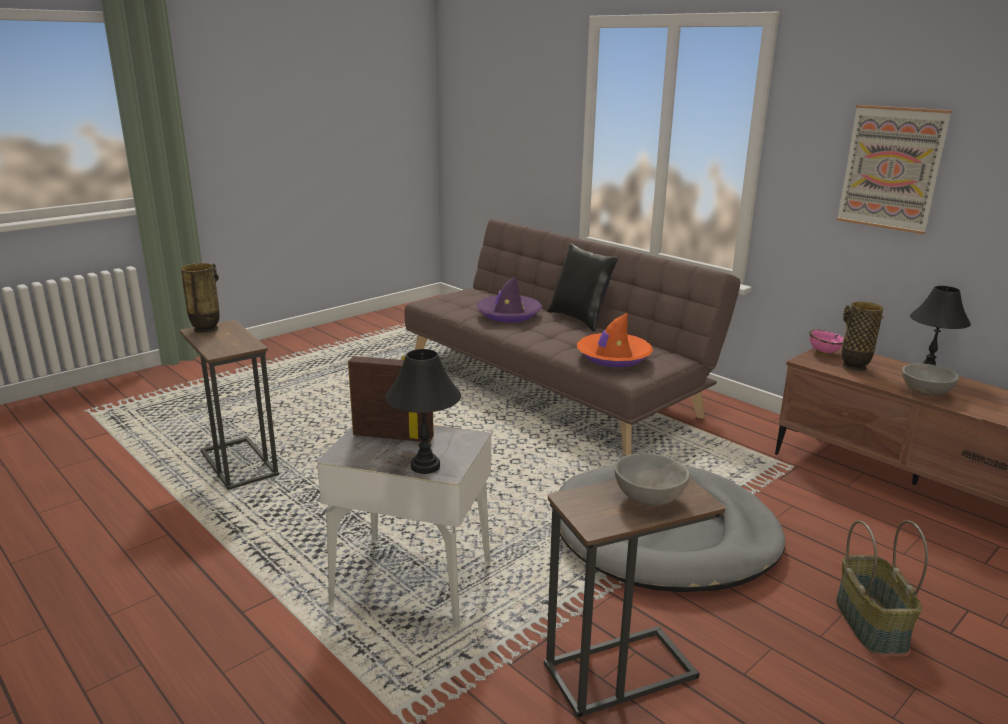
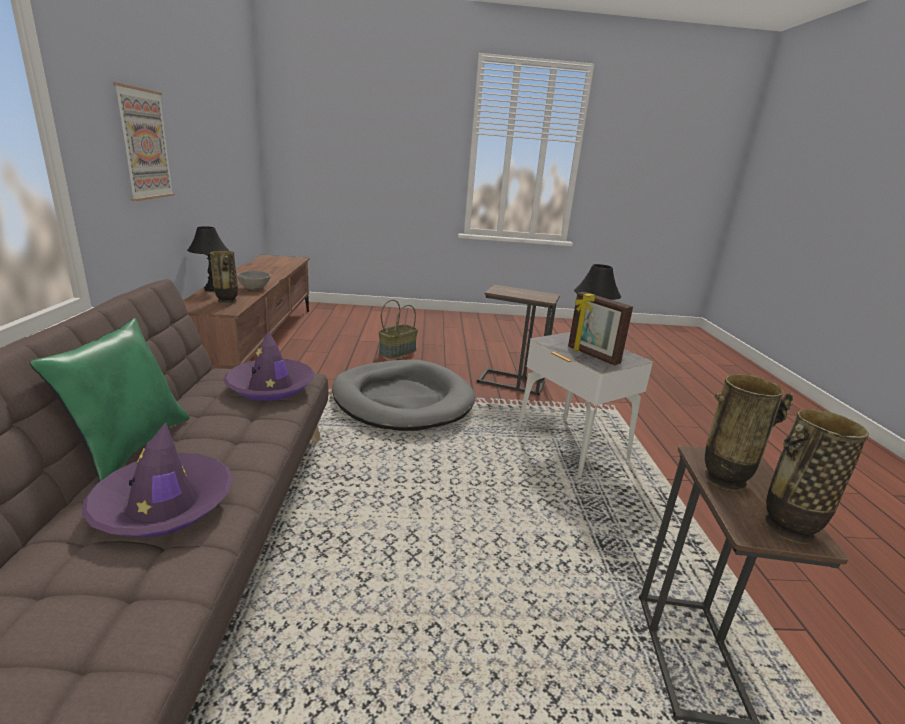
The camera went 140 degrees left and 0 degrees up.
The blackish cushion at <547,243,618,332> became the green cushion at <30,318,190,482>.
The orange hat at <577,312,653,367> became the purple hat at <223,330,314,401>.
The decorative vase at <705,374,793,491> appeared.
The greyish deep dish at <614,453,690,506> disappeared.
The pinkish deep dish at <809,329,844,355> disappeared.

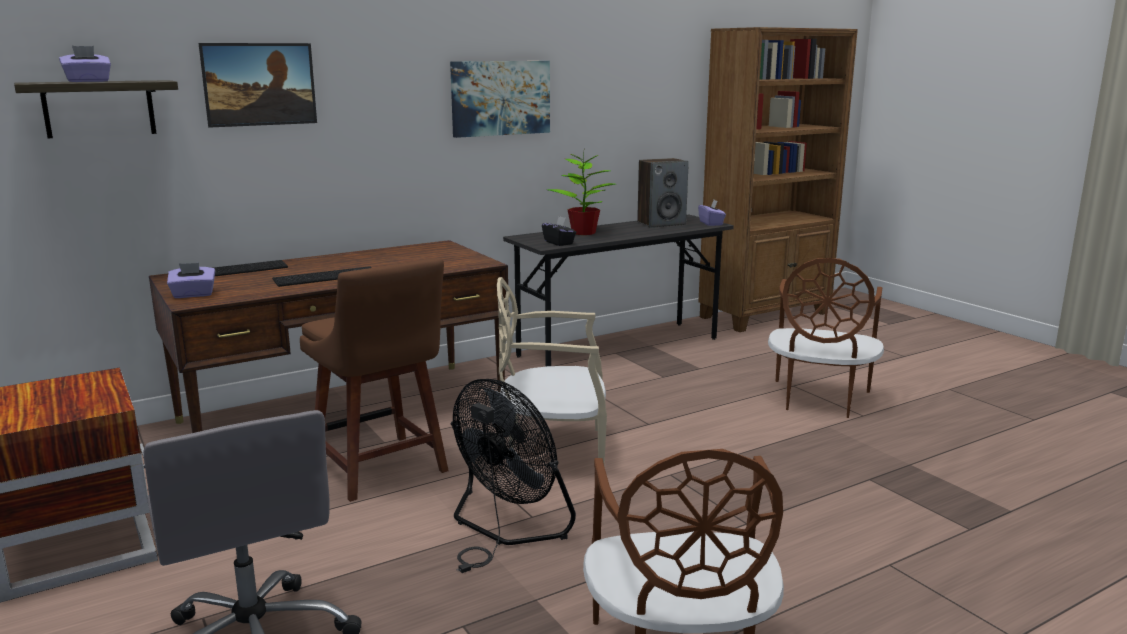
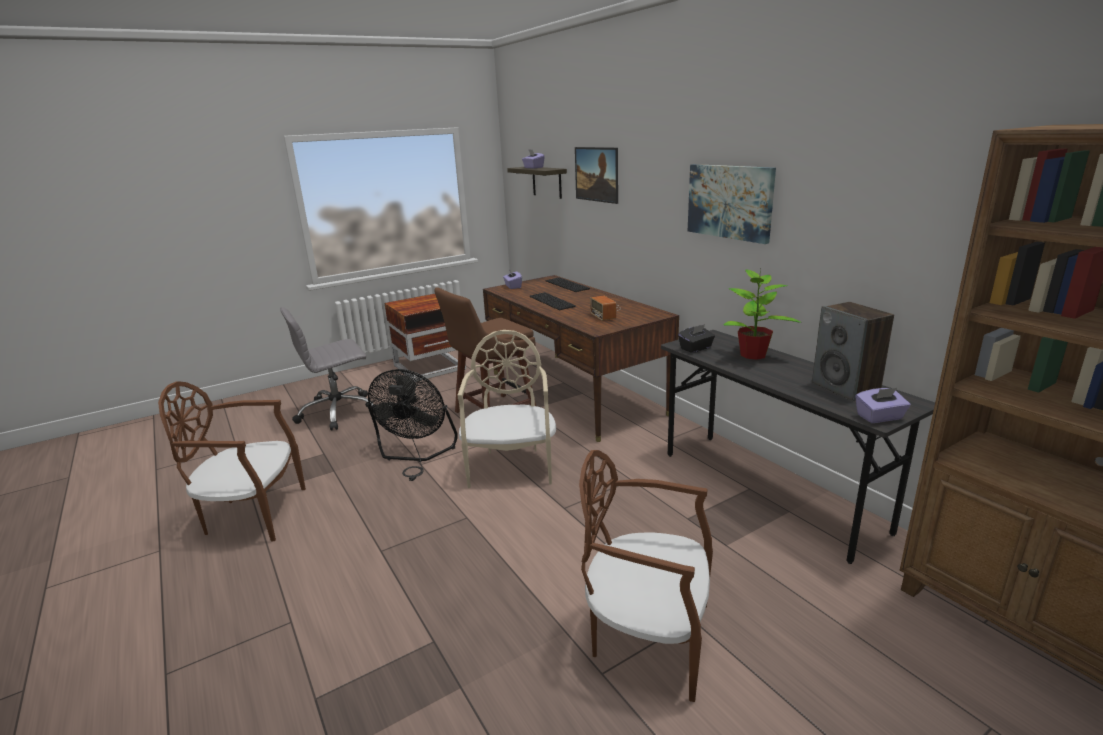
The camera went 90 degrees right and 5 degrees up.
The blackish fan at <451,379,576,573> turned 120 degrees counterclockwise.
The radio set at <590,295,621,321> appeared.

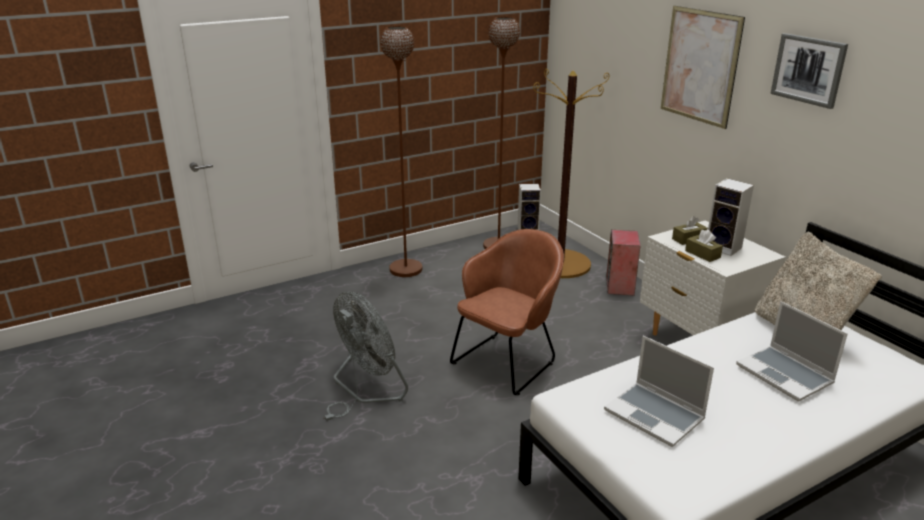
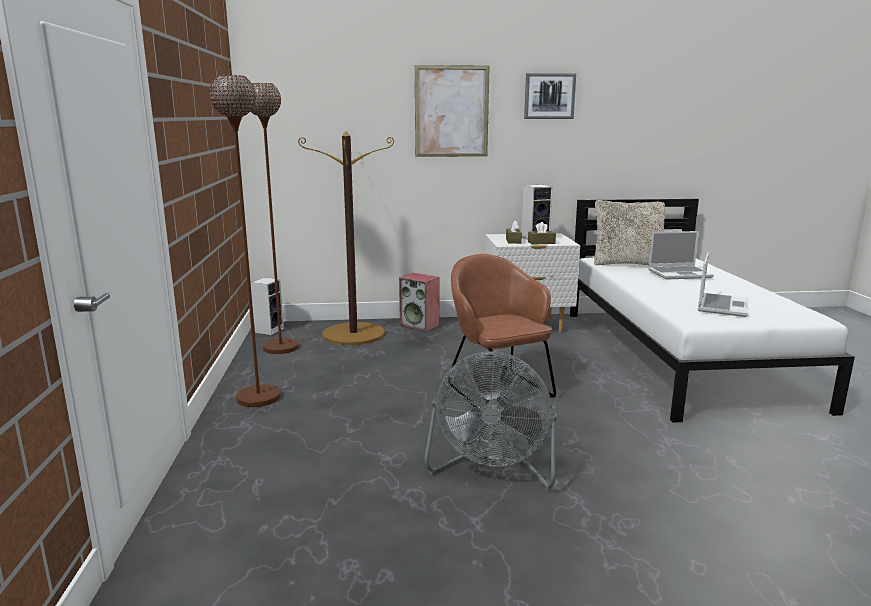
The camera went 65 degrees left and 10 degrees down.
The greyish fan at <323,292,408,421> turned 150 degrees counterclockwise.
The portable computer at <604,336,714,447> turned 45 degrees counterclockwise.

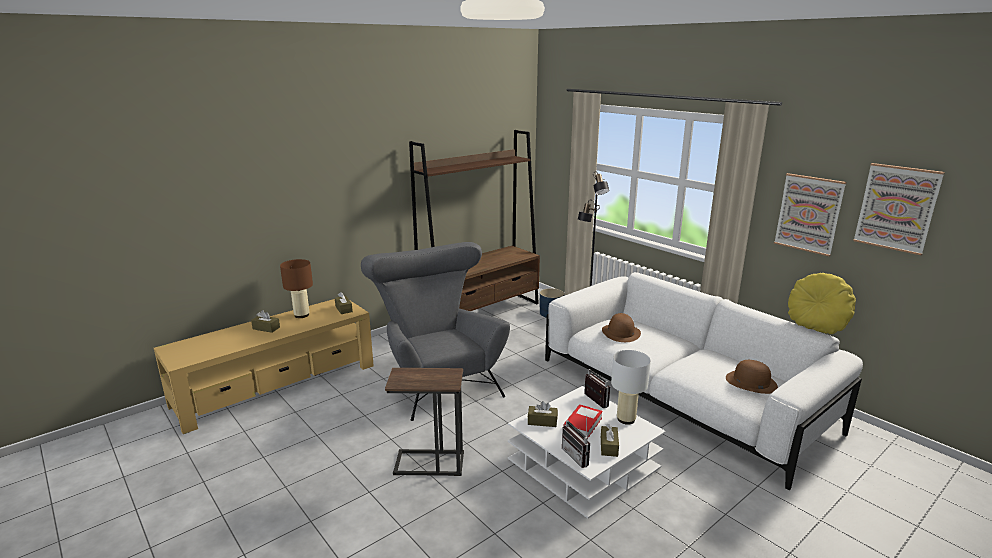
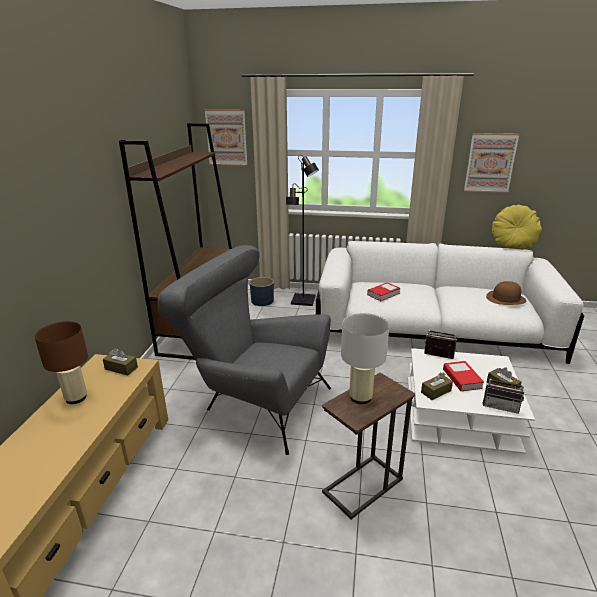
The camera went 40 degrees left and 5 degrees up.
The wall art moved from <853,163,945,255> to <204,109,248,166>.
The whitish tabletop lamp moved from <611,350,651,425> to <341,313,389,404>.
The brown-coloured hat at <602,313,641,342> was replaced by the volume at <367,282,400,301>.
The brown-coloured tissue box at <251,310,280,333> disappeared.

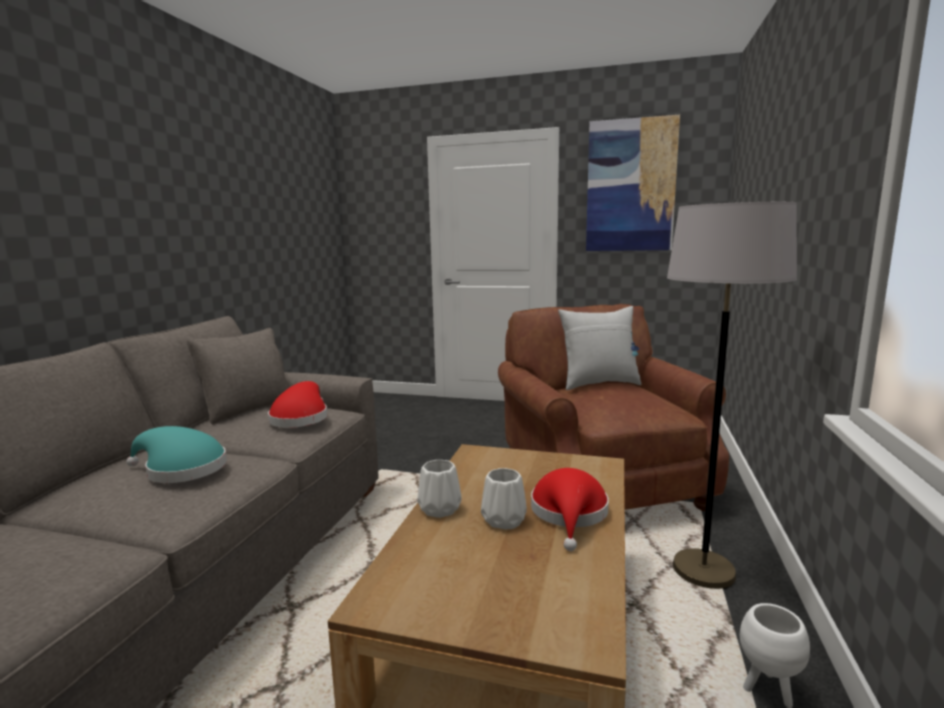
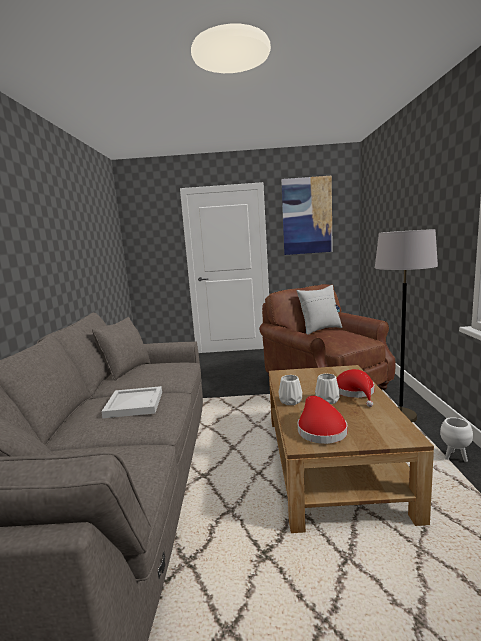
The camera went 15 degrees left and 0 degrees up.
The blue-green hat at <126,426,227,483> was replaced by the whitish carrying tray at <101,386,162,418>.
The red-coloured hat moved from <268,381,327,428> to <298,396,348,444>.

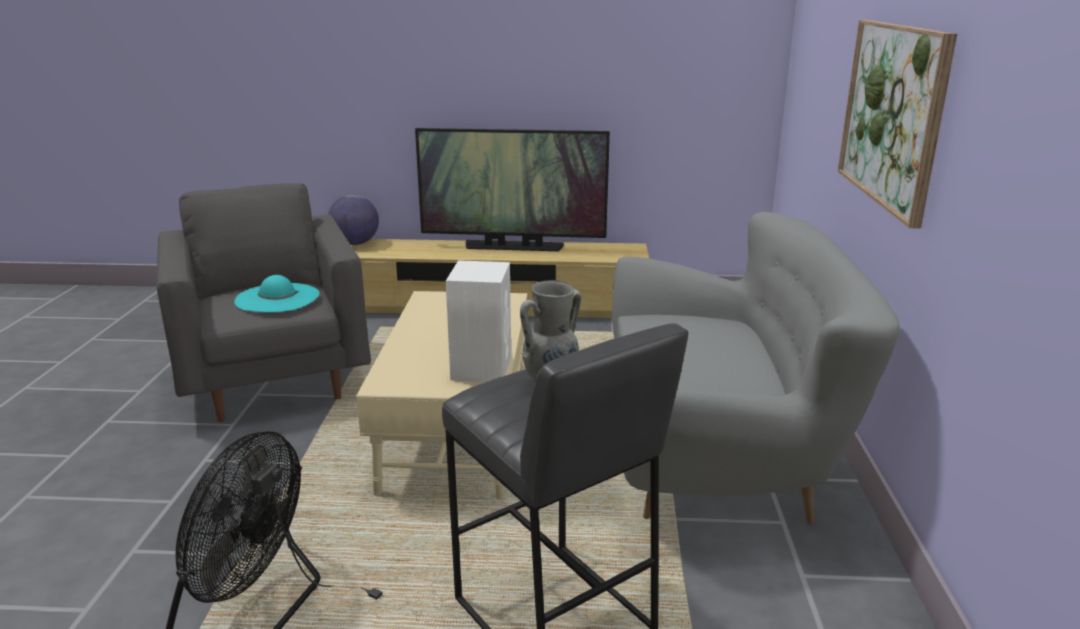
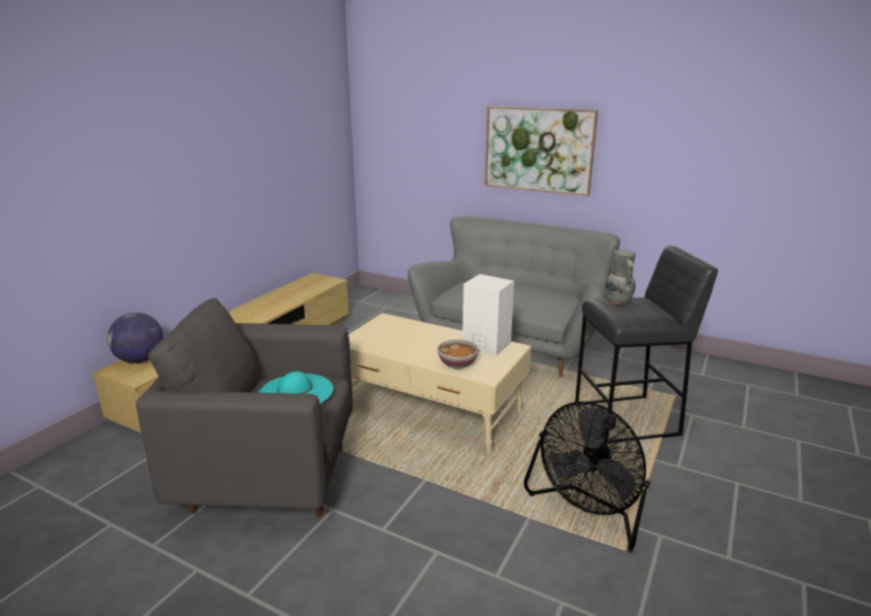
The camera went 65 degrees left and 0 degrees up.
The deep dish at <437,339,478,369> appeared.
The TV at <415,128,610,251> disappeared.

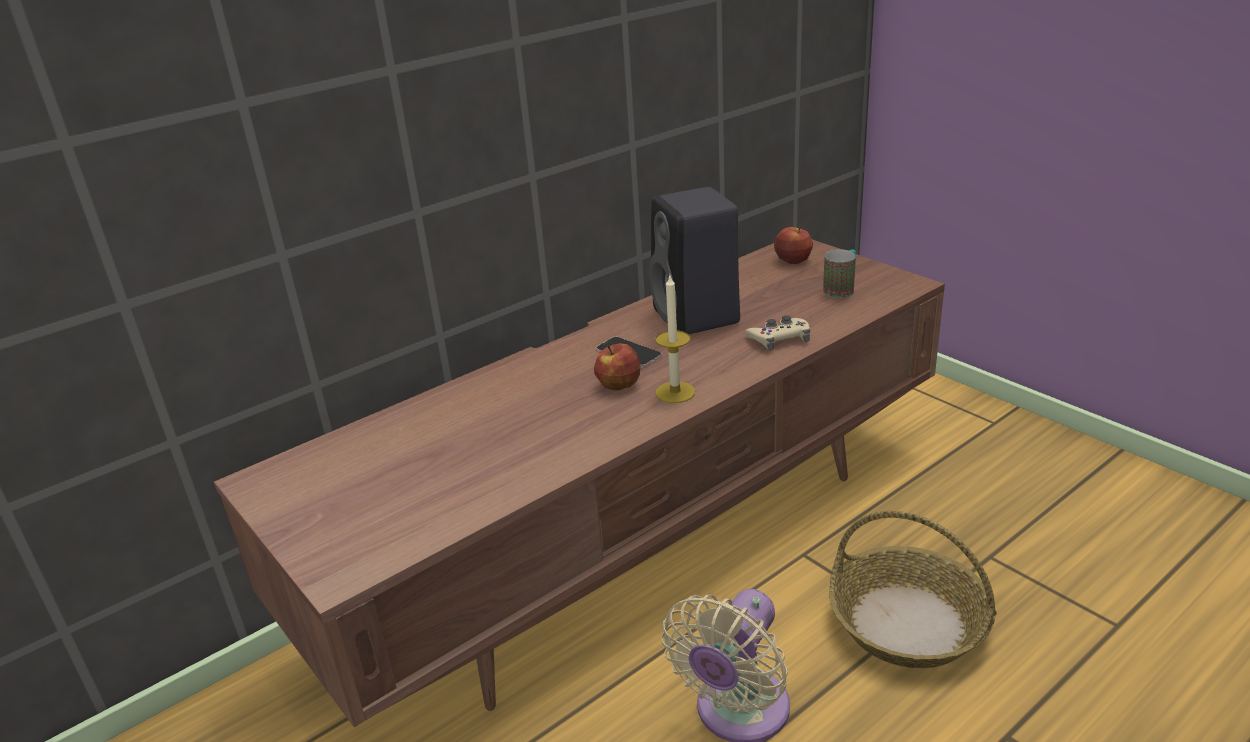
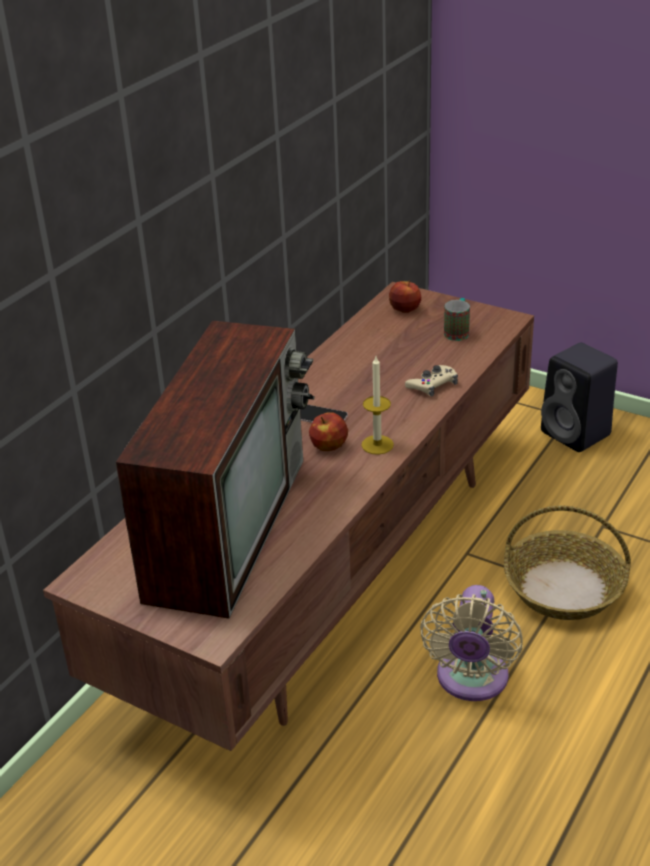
The camera went 20 degrees left and 5 degrees up.
The TV at <115,320,315,619> appeared.
The blackish audio speaker moved from <649,187,740,334> to <541,342,618,452>.

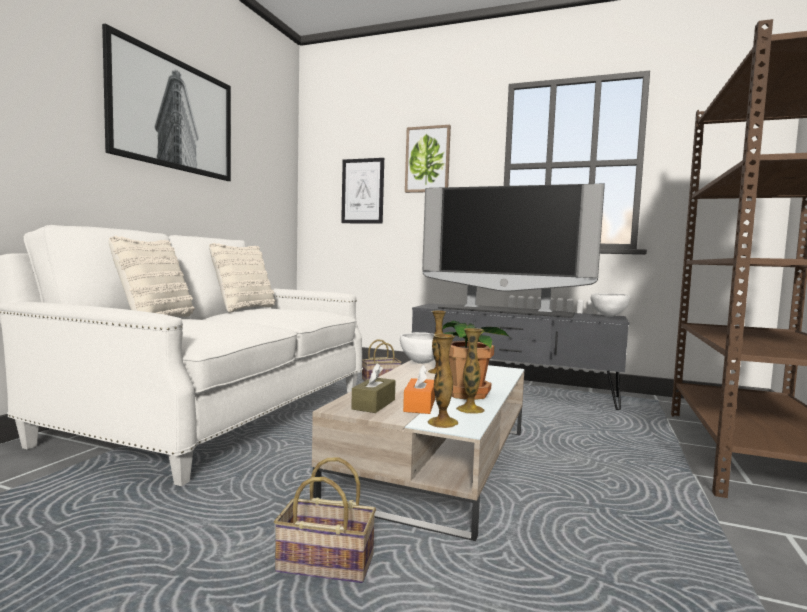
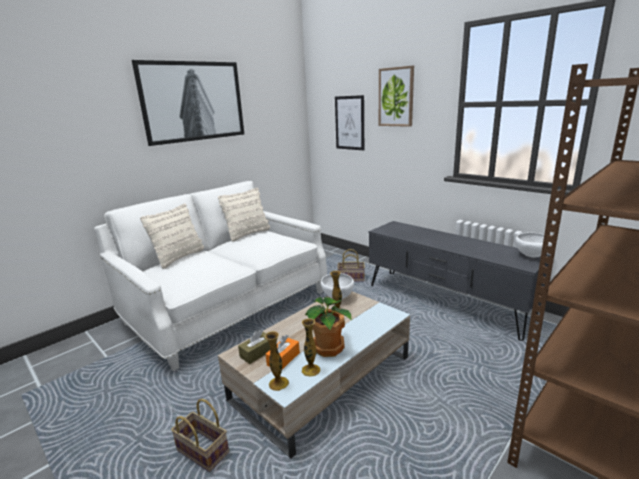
The camera went 25 degrees right and 15 degrees up.
The TV at <422,183,605,318> disappeared.

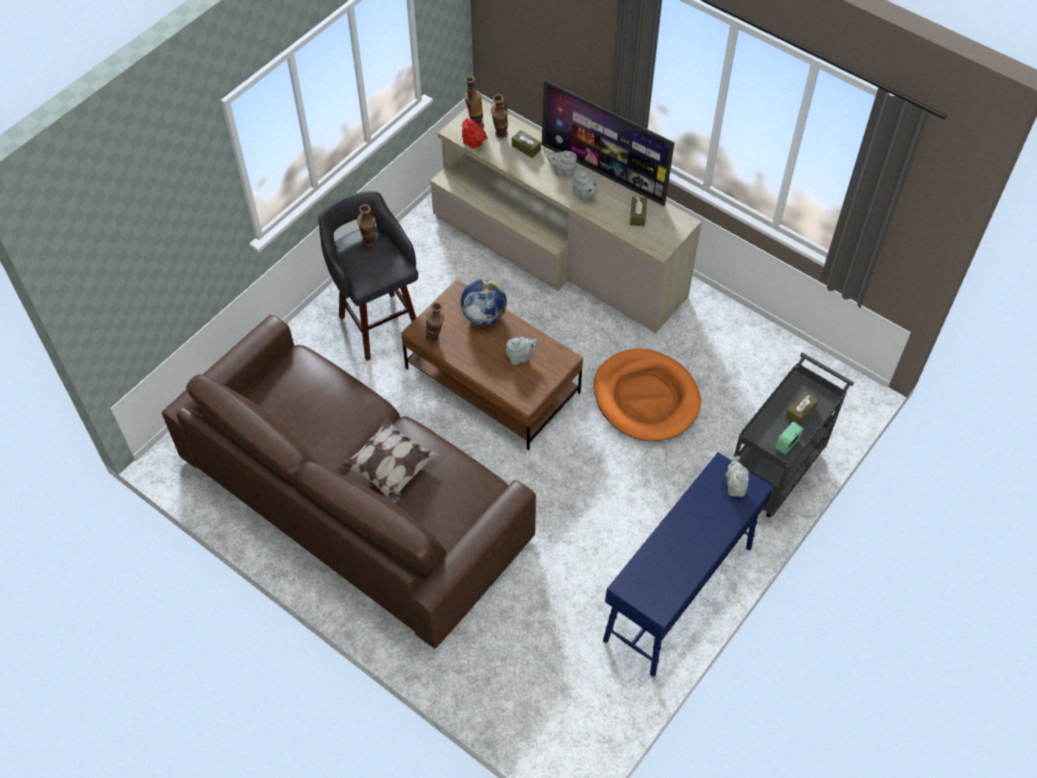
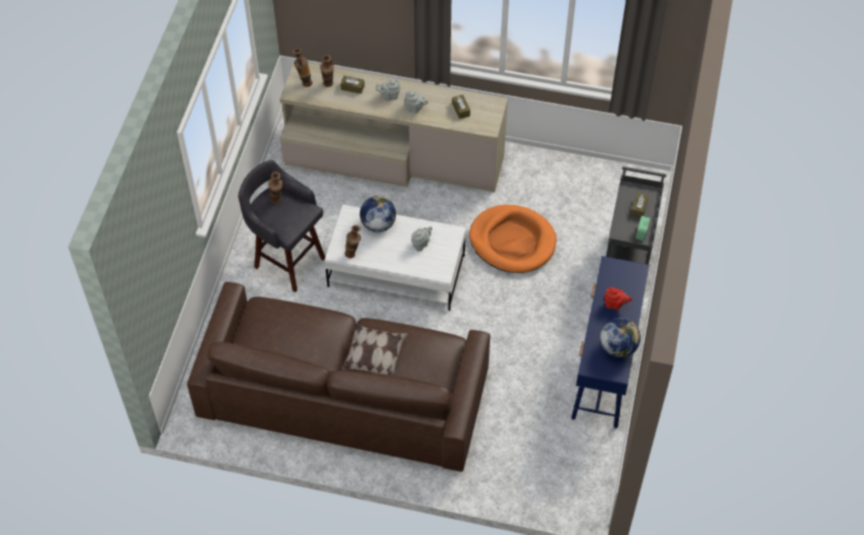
The camera went 25 degrees left and 0 degrees up.
The brown-coloured lounge table at <401,279,583,450> became the whitish lounge table at <325,205,466,311>.
The world globe at <600,318,641,358> appeared.
The red-coloured teapot moved from <462,118,487,149> to <604,287,632,310>.
The TV at <542,80,675,206> disappeared.
The greyish teapot at <725,456,749,497> disappeared.

